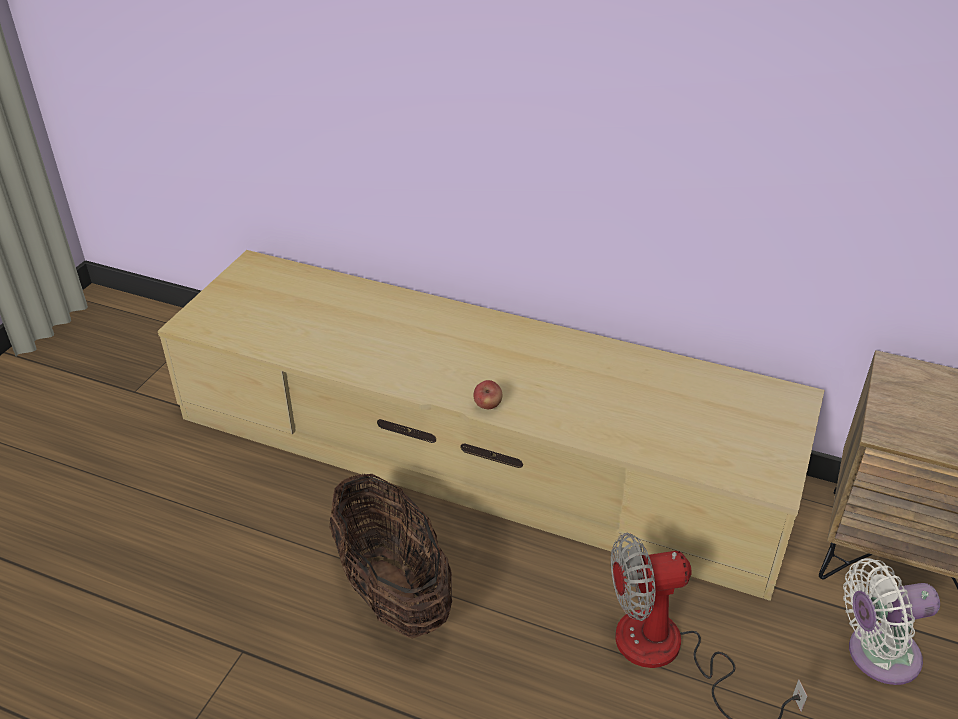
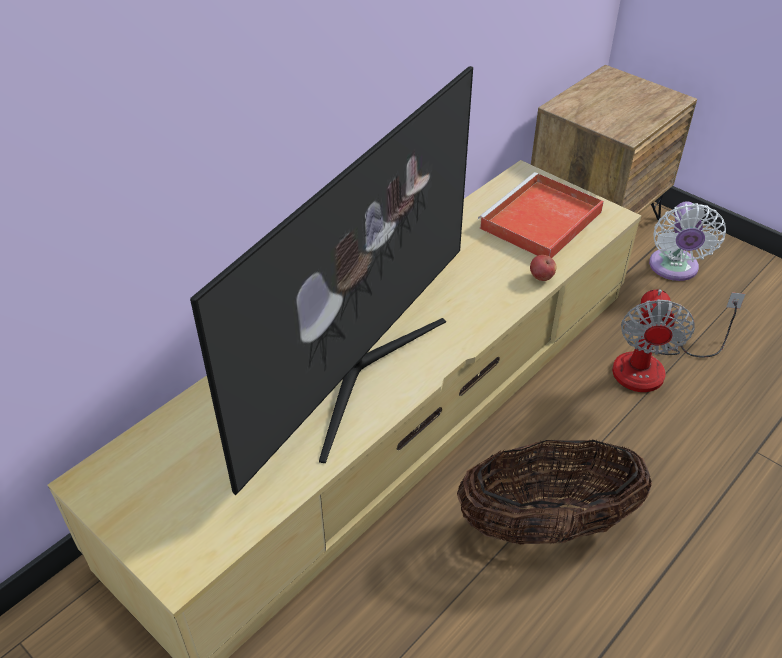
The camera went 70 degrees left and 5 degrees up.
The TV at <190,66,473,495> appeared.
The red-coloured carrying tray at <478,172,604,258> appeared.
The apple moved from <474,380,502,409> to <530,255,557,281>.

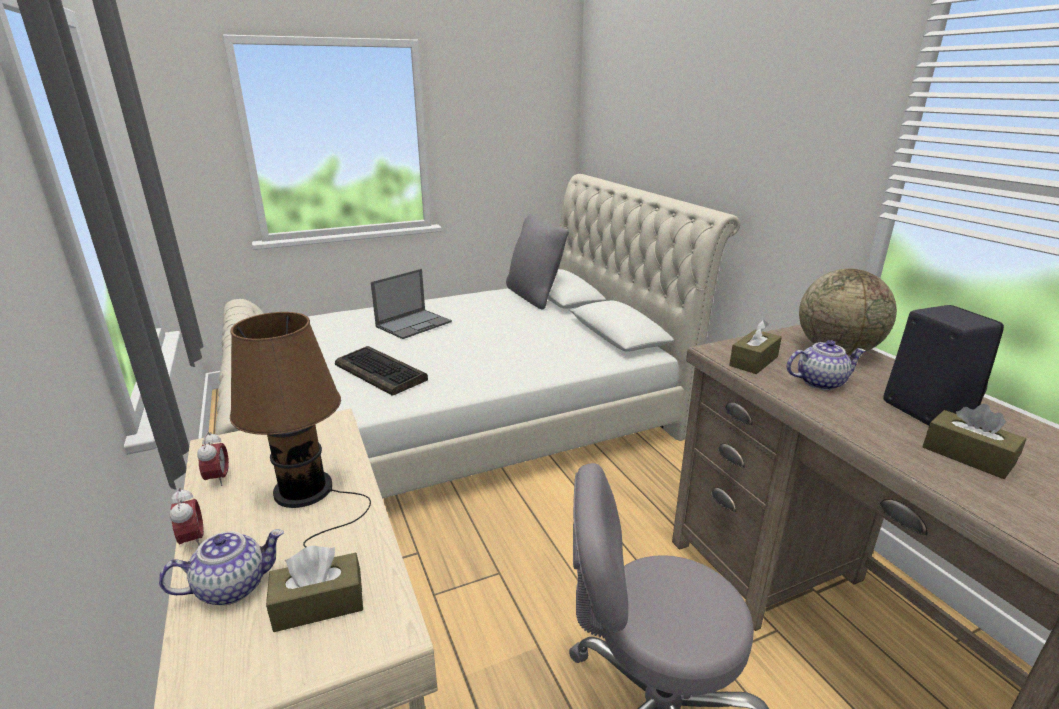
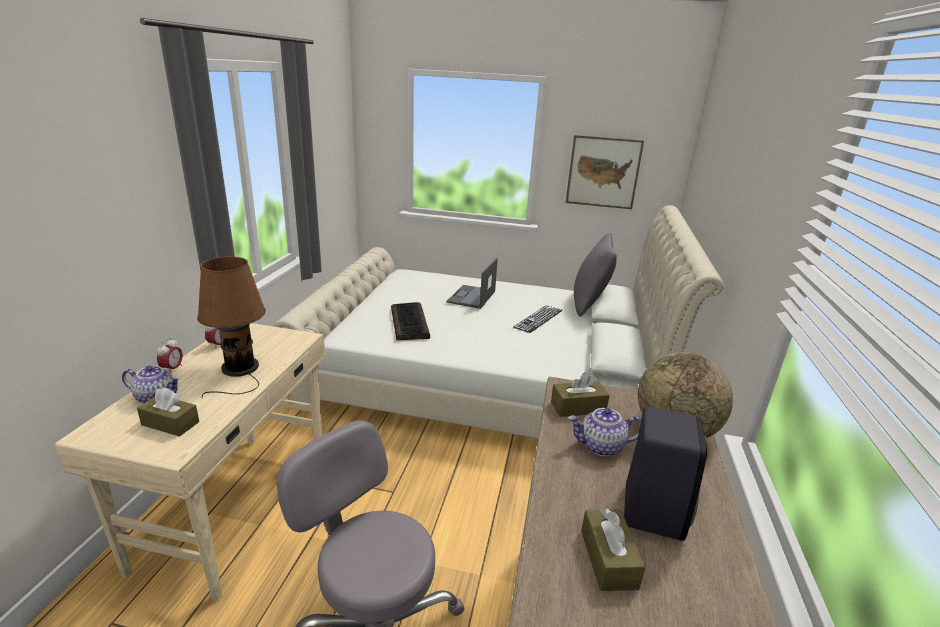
The camera went 35 degrees right and 0 degrees up.
The portable computer at <371,269,452,339> turned 120 degrees clockwise.
The computer keyboard at <513,305,562,333> appeared.
The wall art at <566,135,644,209> appeared.
The teapot at <787,340,866,390> turned 150 degrees clockwise.

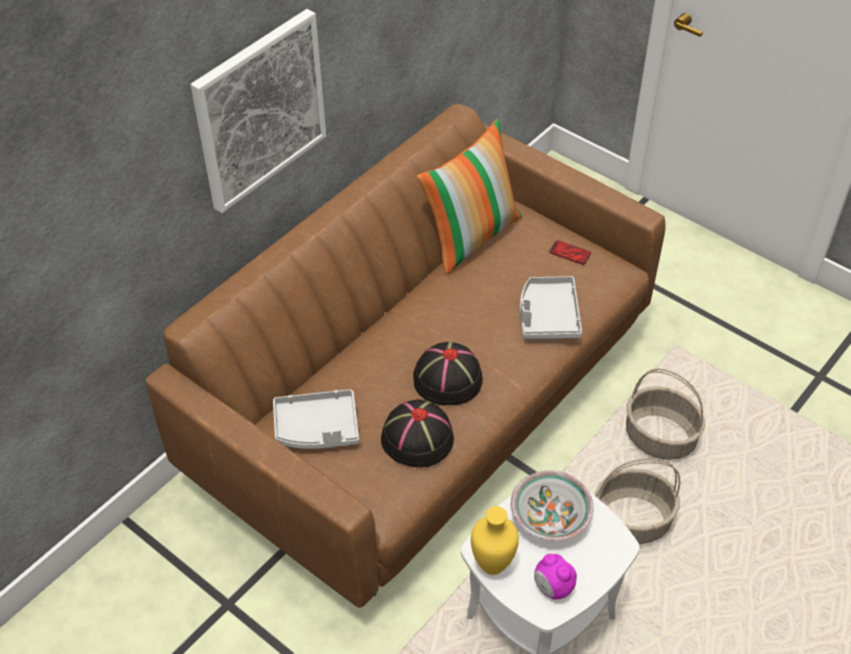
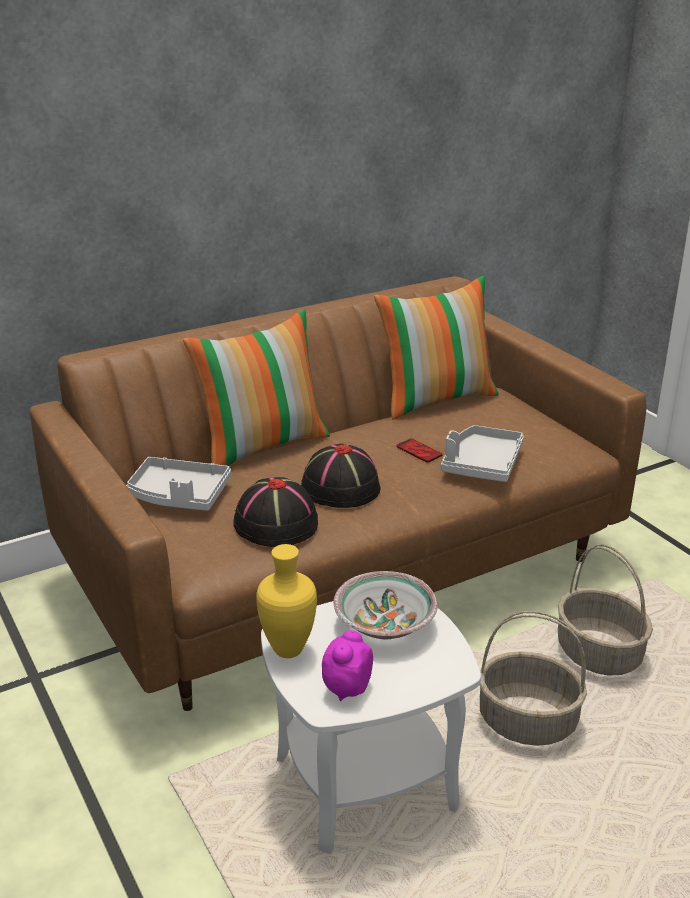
The camera went 20 degrees right and 20 degrees down.
The cushion at <183,309,330,466> appeared.
The bedside clock at <534,554,577,600> turned 45 degrees clockwise.
The telephone moved from <549,240,591,265> to <396,438,443,462>.
The wall art at <190,9,326,213> disappeared.

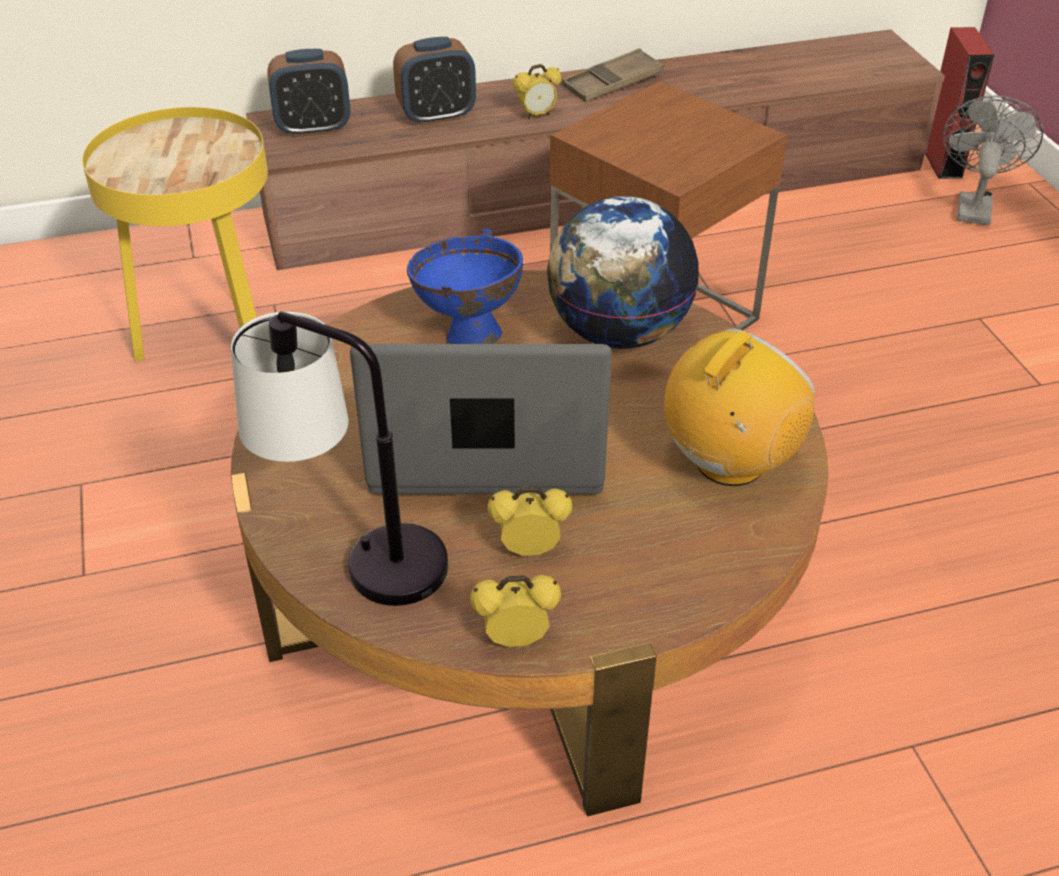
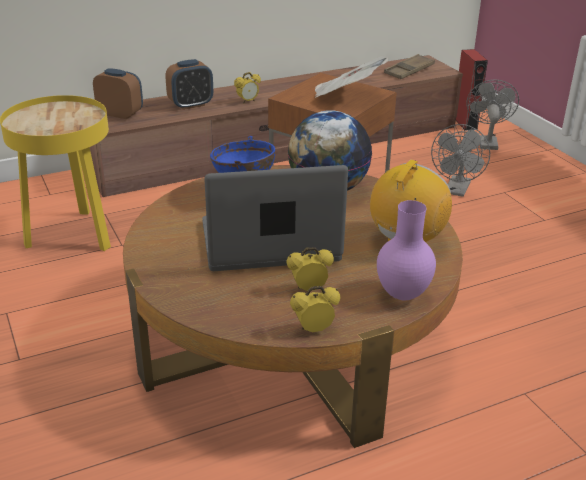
The camera went 10 degrees left and 10 degrees down.
The bedside clock at <267,49,350,137> turned 135 degrees counterclockwise.
The printed paper at <315,56,388,98> appeared.
The purple decorative vase at <377,200,436,300> appeared.
The brown-coloured carrying tray moved from <562,48,664,102> to <384,54,435,79>.
The greyish fan at <431,124,490,197> appeared.
The tabletop lamp at <231,311,448,606> disappeared.

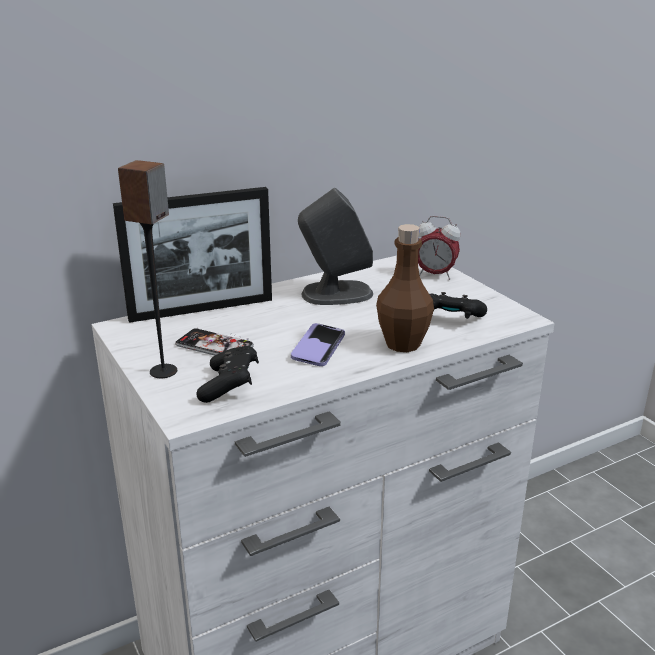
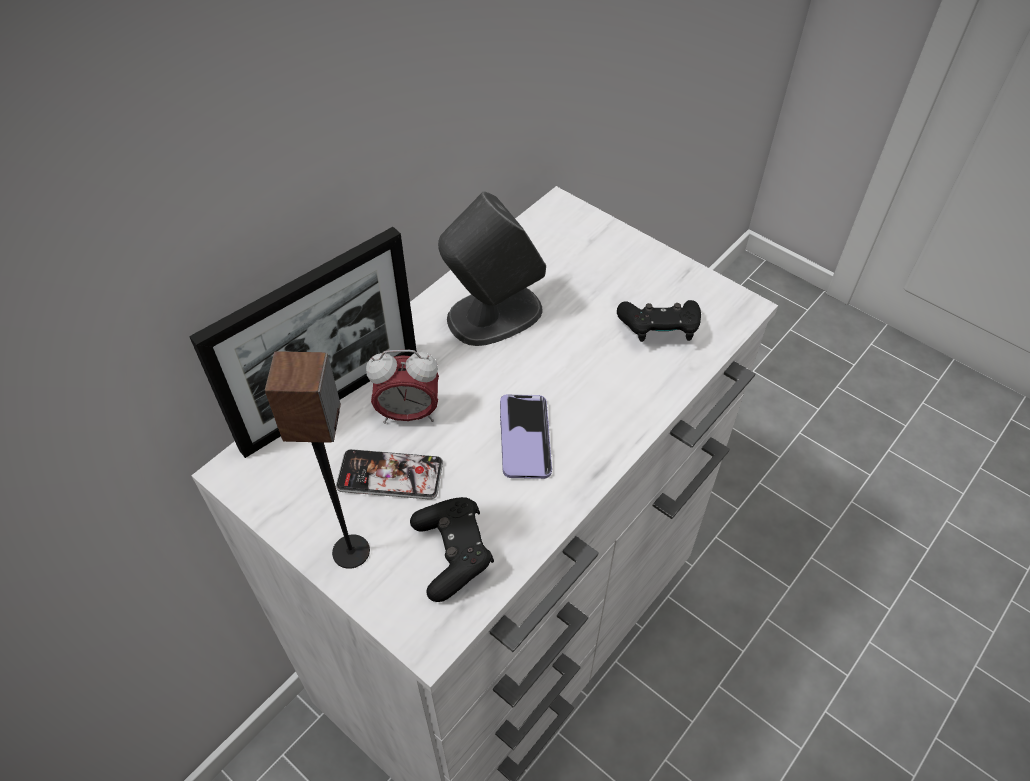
The camera went 20 degrees left and 25 degrees up.
The bedside clock moved from <418,216,461,280> to <366,350,439,424>.
The brown-coloured drink bottle at <376,224,434,352> disappeared.

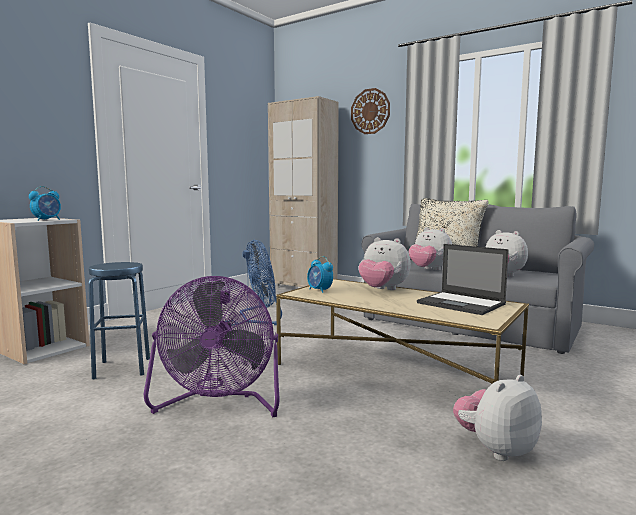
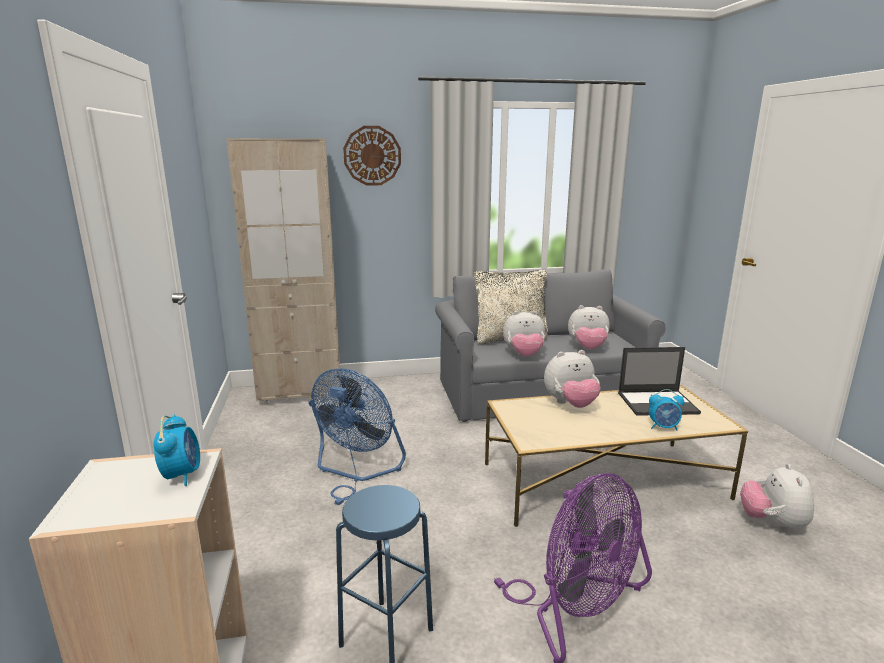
The camera went 45 degrees left and 10 degrees up.
The bedside clock moved from <307,256,333,293> to <649,389,684,431>.

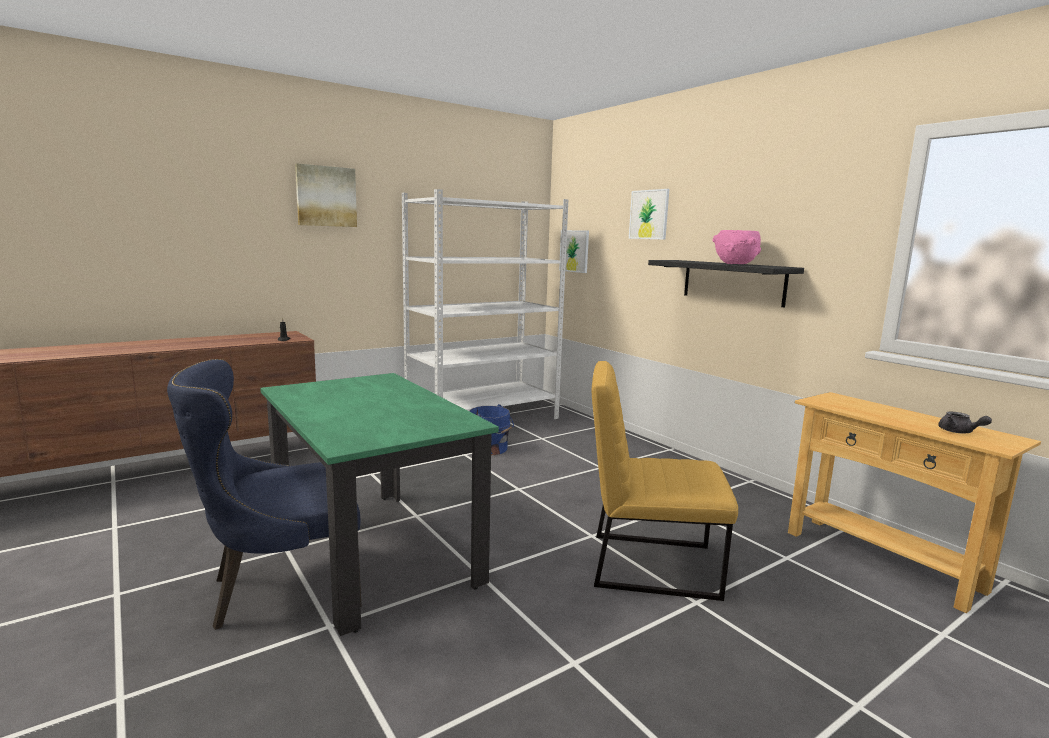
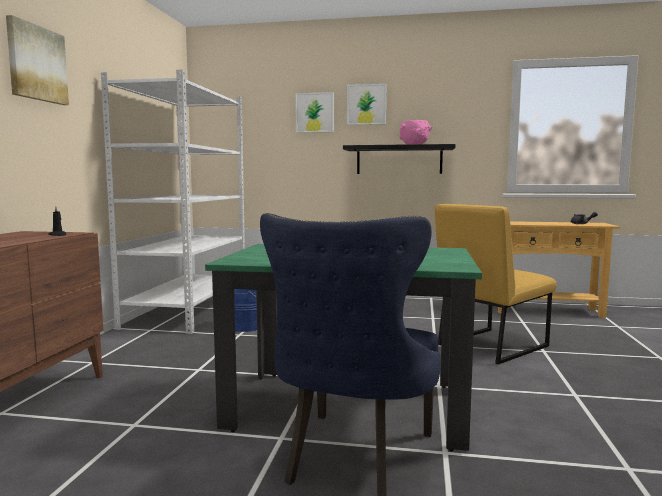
The camera went 45 degrees left and 5 degrees down.
The wall art moved from <559,230,589,273> to <347,84,386,125>.

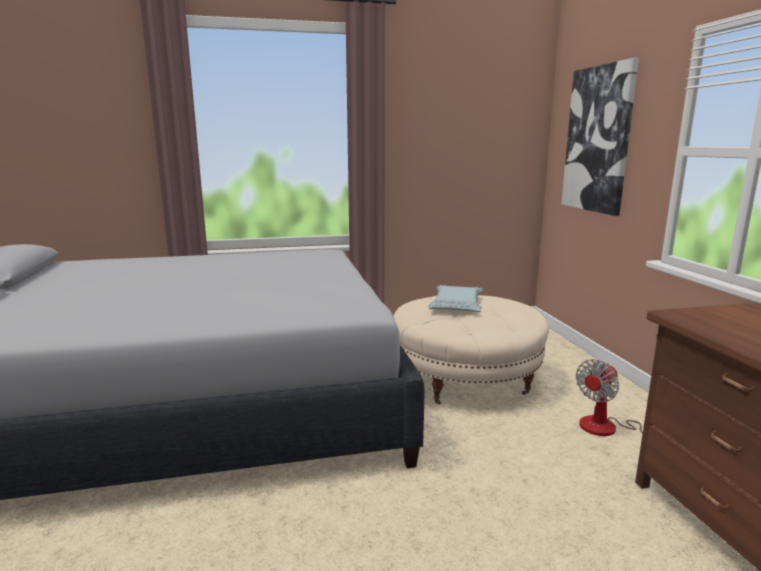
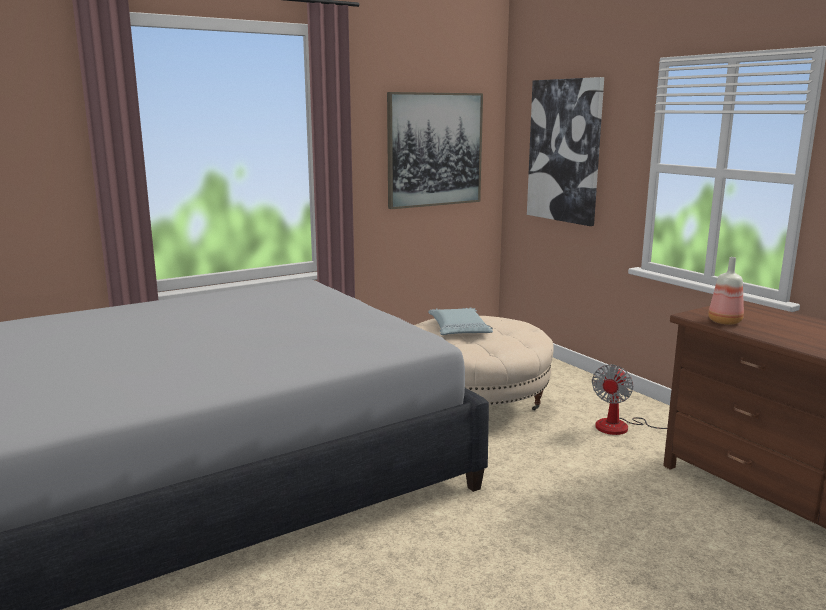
The camera went 20 degrees left and 0 degrees up.
The wall art at <387,92,483,209> appeared.
The drink bottle at <708,257,744,325> appeared.

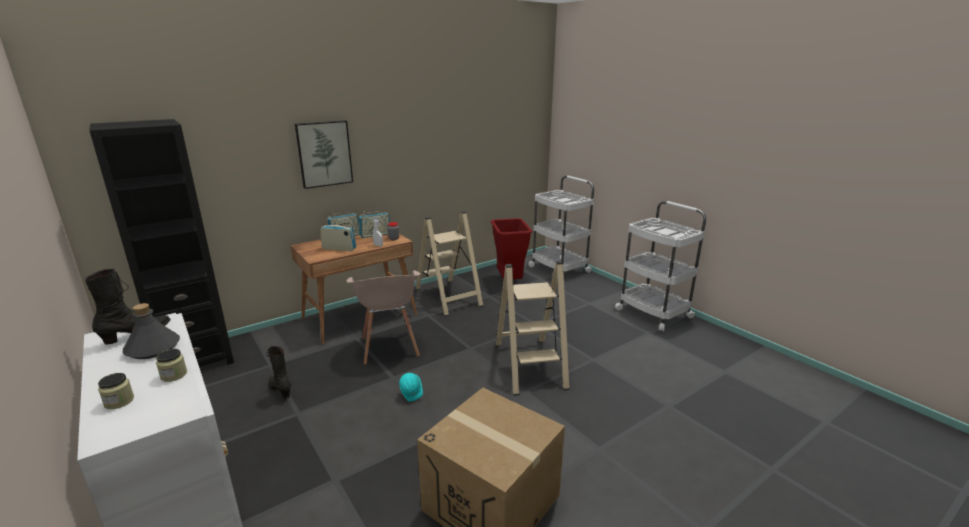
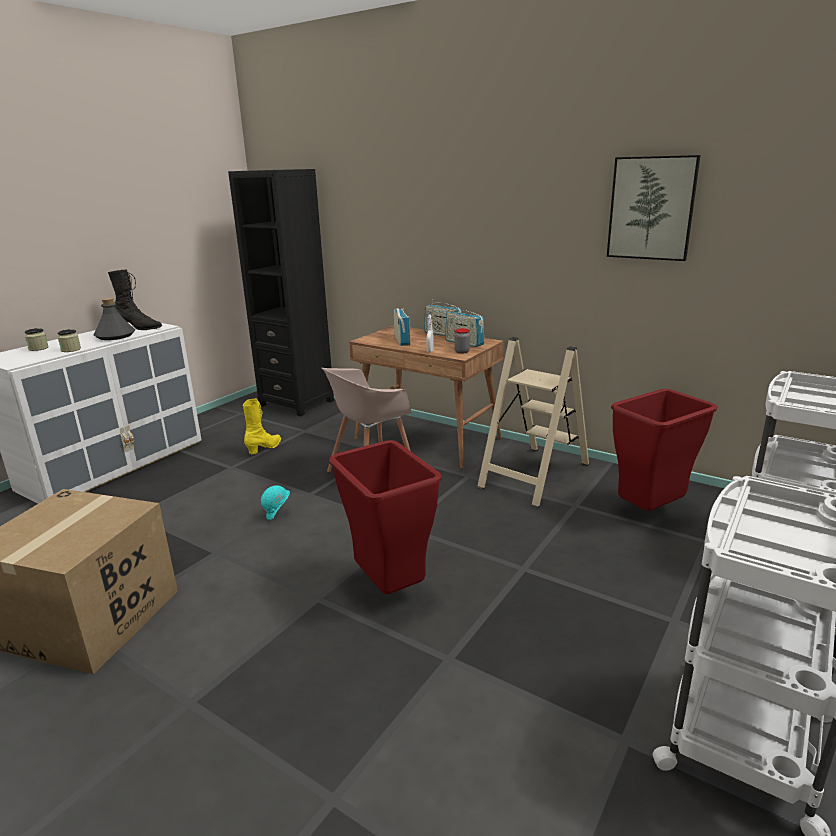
The camera went 70 degrees right and 0 degrees up.
The blackish tall boot at <266,346,291,399> became the yellow-coloured tall boot at <243,398,281,454>.
The beige-coloured step stool at <496,261,570,396> was replaced by the red-coloured trash can at <329,440,442,594>.
The wall art moved from <295,120,353,189> to <607,155,701,261>.

